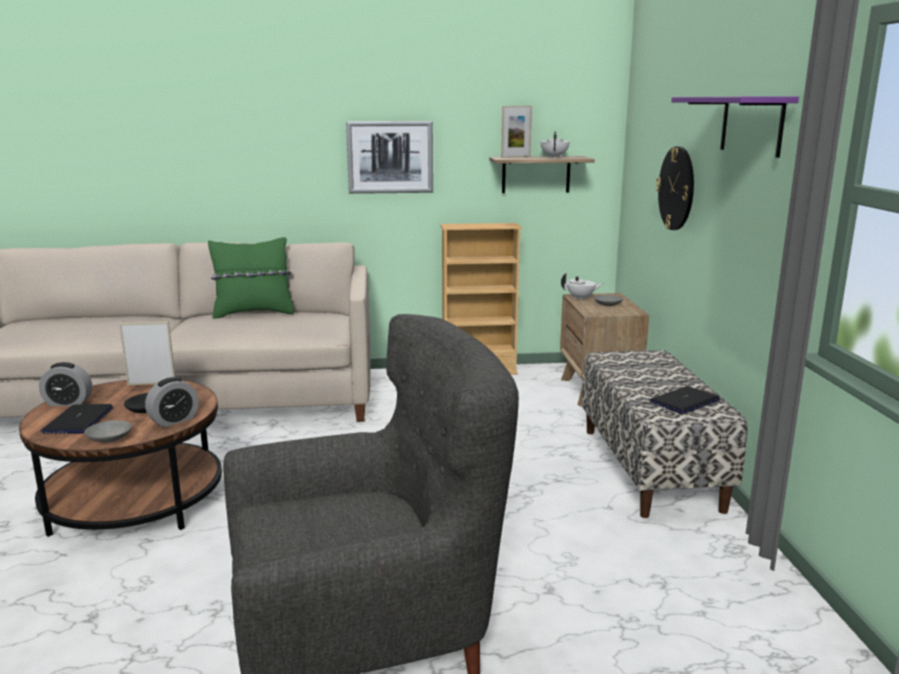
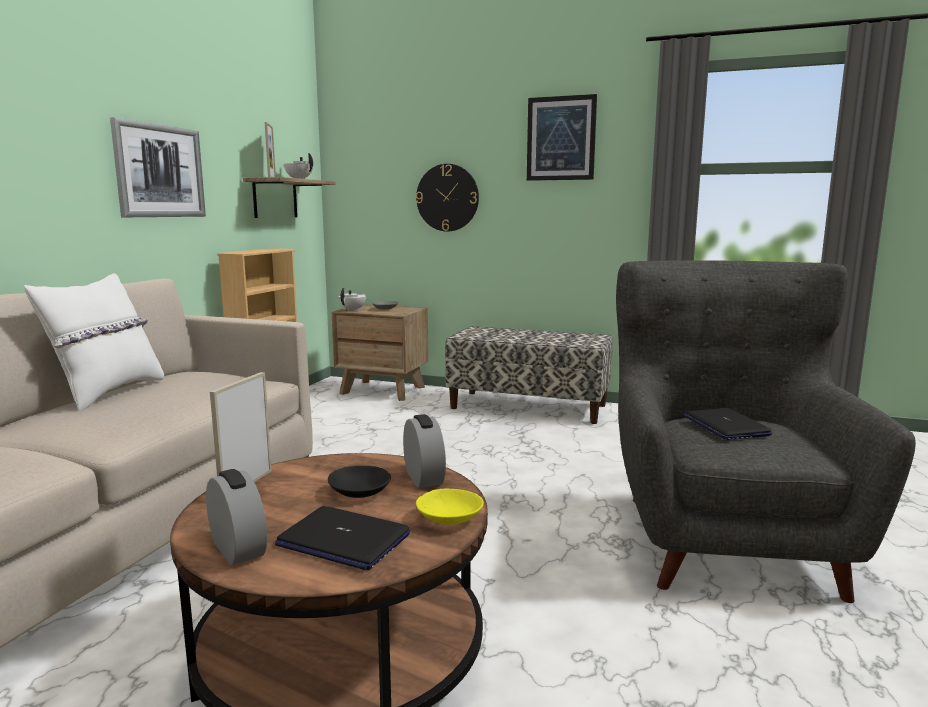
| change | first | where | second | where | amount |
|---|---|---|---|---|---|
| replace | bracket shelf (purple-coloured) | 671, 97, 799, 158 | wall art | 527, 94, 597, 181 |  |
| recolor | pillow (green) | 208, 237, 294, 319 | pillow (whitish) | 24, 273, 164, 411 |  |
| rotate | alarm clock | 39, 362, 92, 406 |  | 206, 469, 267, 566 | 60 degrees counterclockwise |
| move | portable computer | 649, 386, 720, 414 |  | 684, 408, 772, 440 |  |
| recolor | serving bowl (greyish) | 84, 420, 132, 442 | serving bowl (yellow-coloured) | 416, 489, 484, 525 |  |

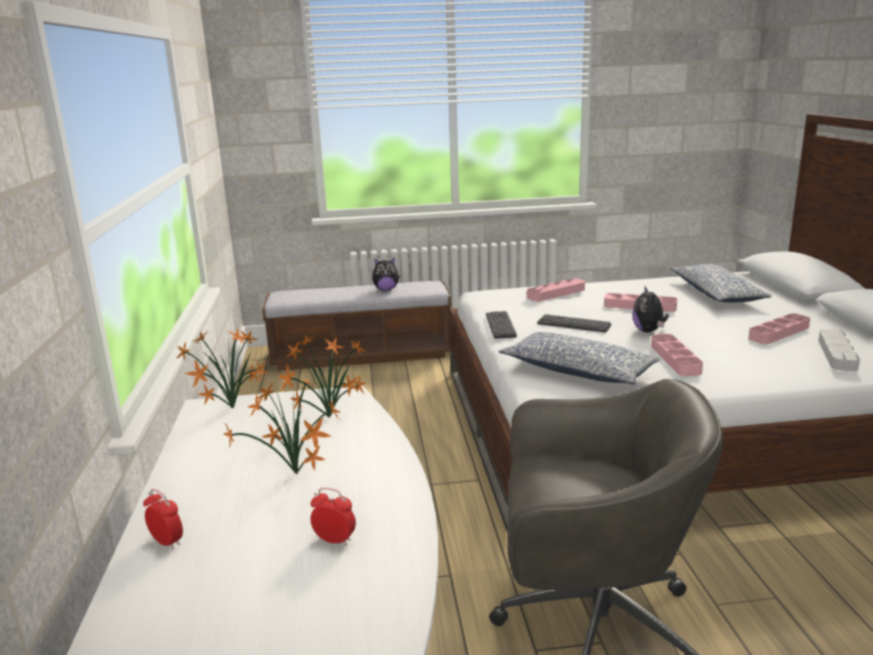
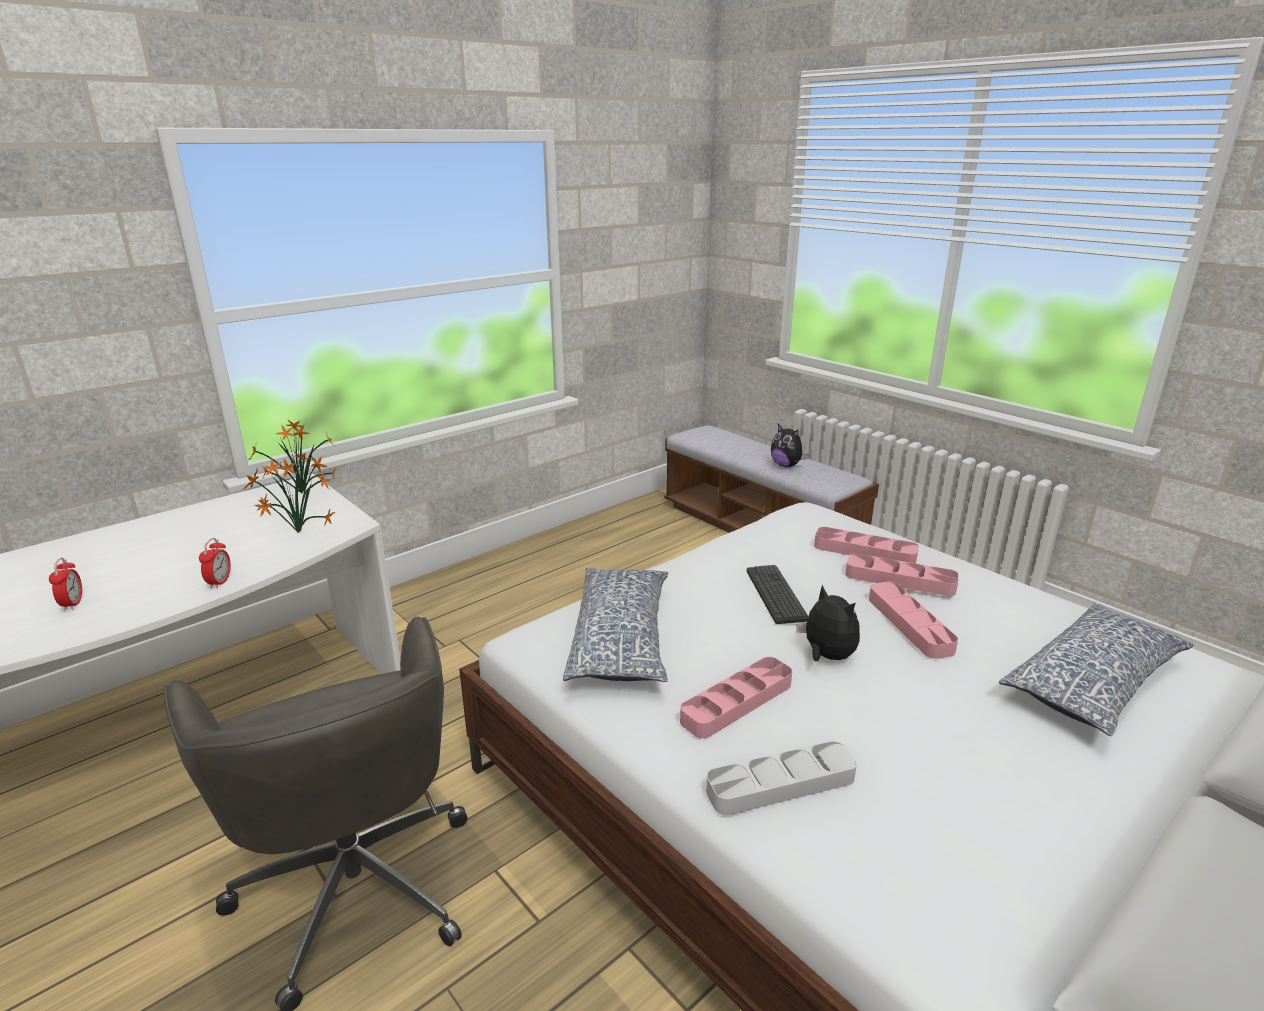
| change | first | where | second | where | amount |
|---|---|---|---|---|---|
| rotate | cuddly toy | 632, 285, 669, 333 |  | 796, 585, 860, 661 | 90 degrees clockwise |
| delete | keyboard | 486, 311, 517, 339 |  |  |  |
| move | serving tray (pink-coloured) | 748, 313, 810, 344 |  | 845, 553, 959, 596 |  |
| move | serving tray (greyish) | 818, 329, 860, 372 |  | 706, 741, 857, 815 |  |
| delete | houseplant | 224, 376, 340, 474 |  |  |  |
| move | alarm clock | 143, 489, 183, 550 |  | 199, 538, 231, 589 |  |

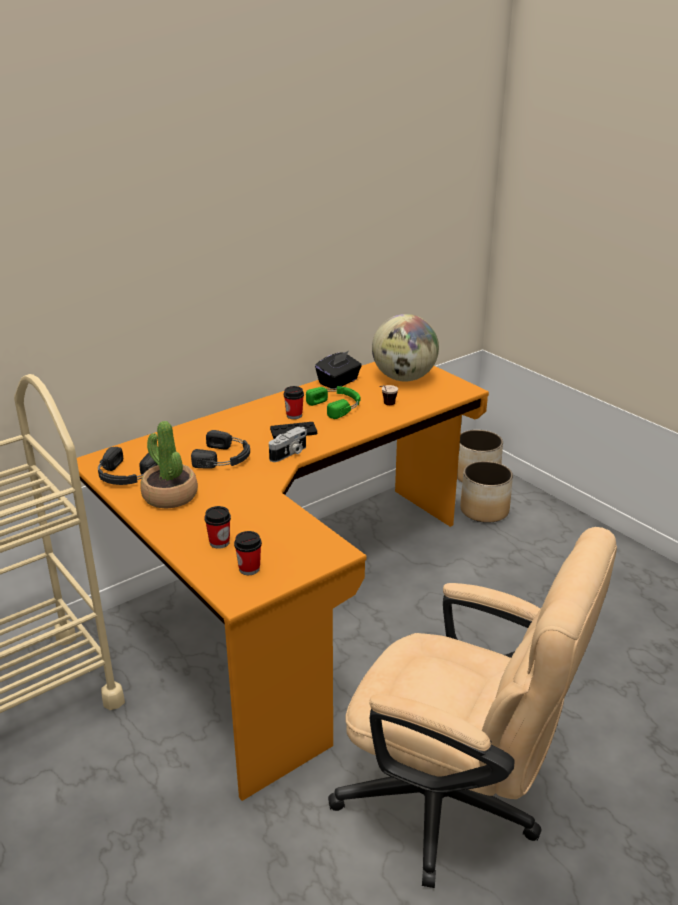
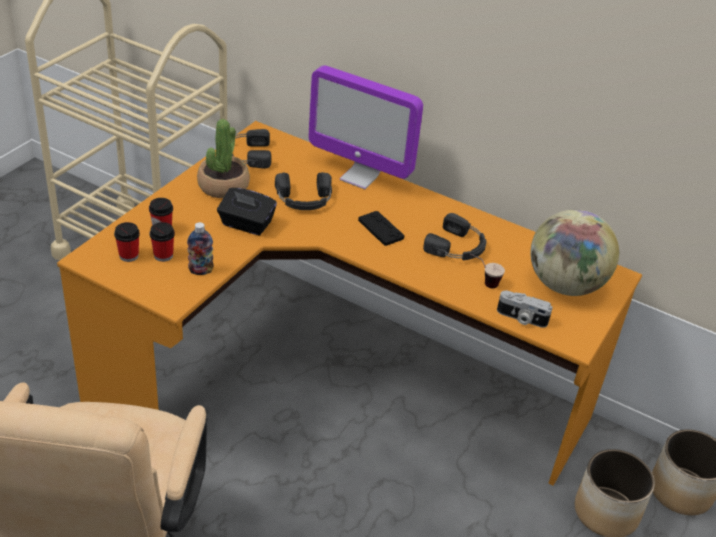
| change | first | where | second | where | amount |
|---|---|---|---|---|---|
| move | tissue holder (black) | 315, 351, 362, 390 |  | 217, 188, 277, 235 |  |
| move | drinking cup | 284, 386, 304, 419 |  | 150, 222, 175, 262 |  |
| recolor | headset (green) | 306, 386, 360, 419 | headset (black) | 423, 213, 486, 260 |  |
| move | still camera | 269, 427, 307, 462 |  | 497, 291, 553, 328 |  |
| insert |  |  | computer display | 309, 65, 423, 189 |  |
| insert |  |  | beverage bottle | 187, 222, 214, 275 |  |

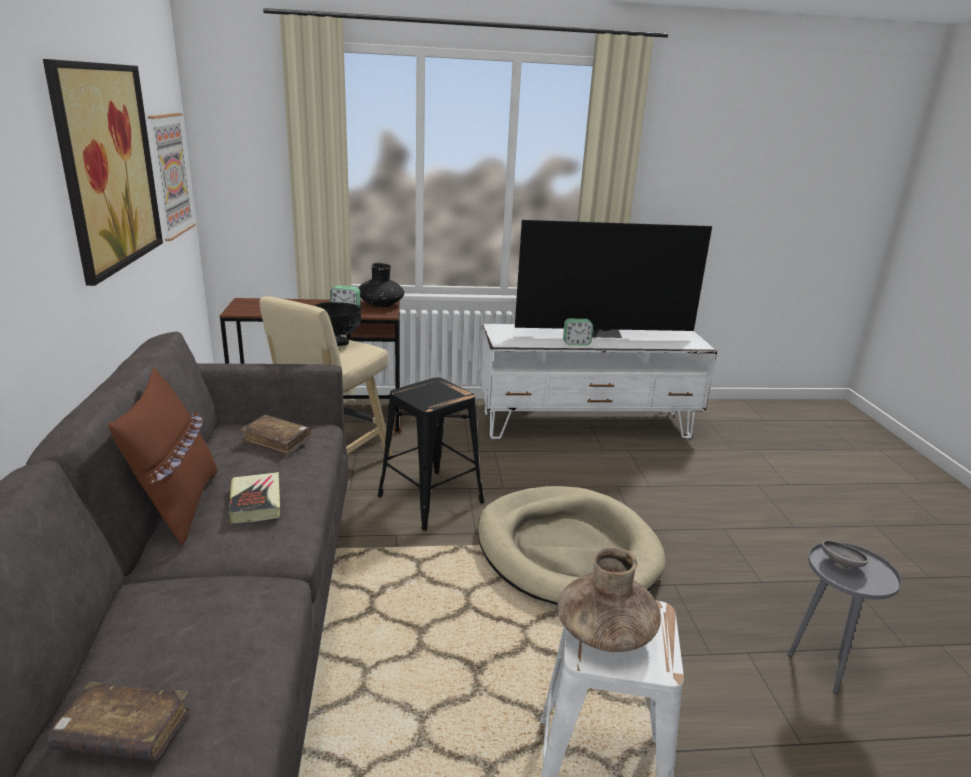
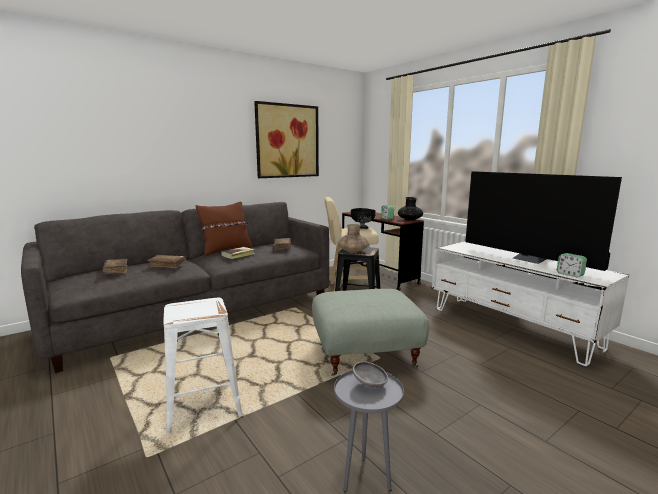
| change | first | where | second | where | amount |
|---|---|---|---|---|---|
| delete | wall art | 148, 113, 196, 241 |  |  |  |
| move | alarm clock | 563, 318, 593, 345 |  | 557, 253, 587, 277 |  |
| replace | dog cushion (sand-coloured) | 478, 486, 666, 605 | ottoman (greyish) | 312, 289, 429, 376 |  |
| move | vase (brownish) | 557, 547, 661, 652 |  | 338, 224, 369, 253 |  |
| insert |  |  | book (brownish) | 147, 255, 186, 269 |  |

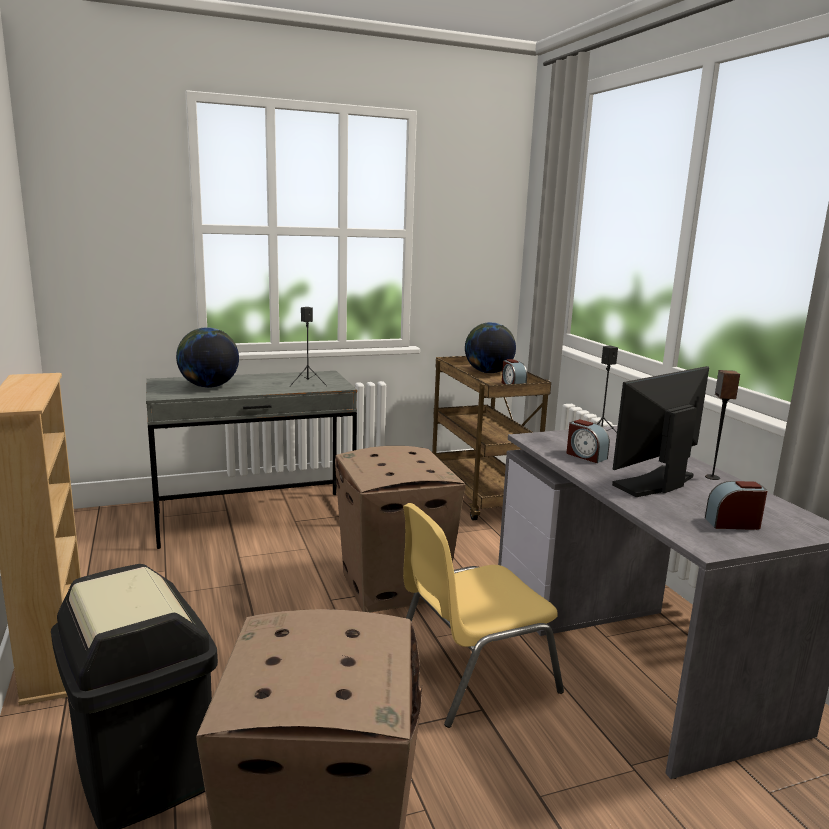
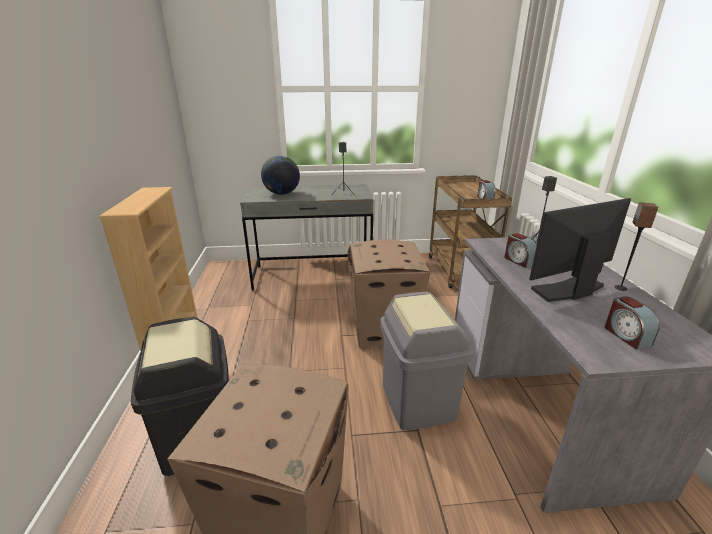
| change | first | where | second | where | amount |
|---|---|---|---|---|---|
| delete | desk globe | 465, 322, 516, 373 |  |  |  |
| rotate | alarm clock | 705, 481, 767, 530 |  | 605, 296, 660, 349 | 120 degrees counterclockwise |
| replace | chair (yellow-coloured) | 403, 503, 564, 728 | rubbish bin (greyish) | 380, 292, 474, 430 |  |

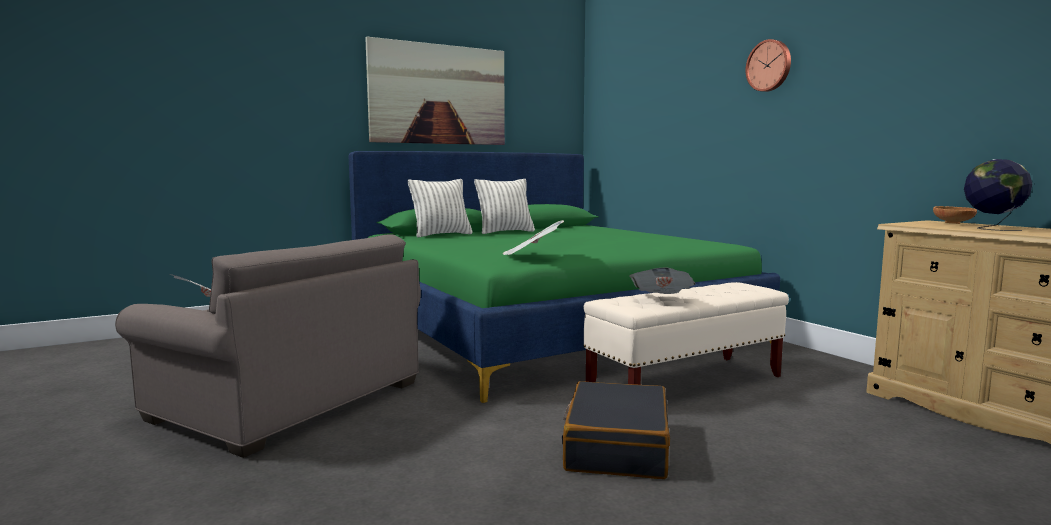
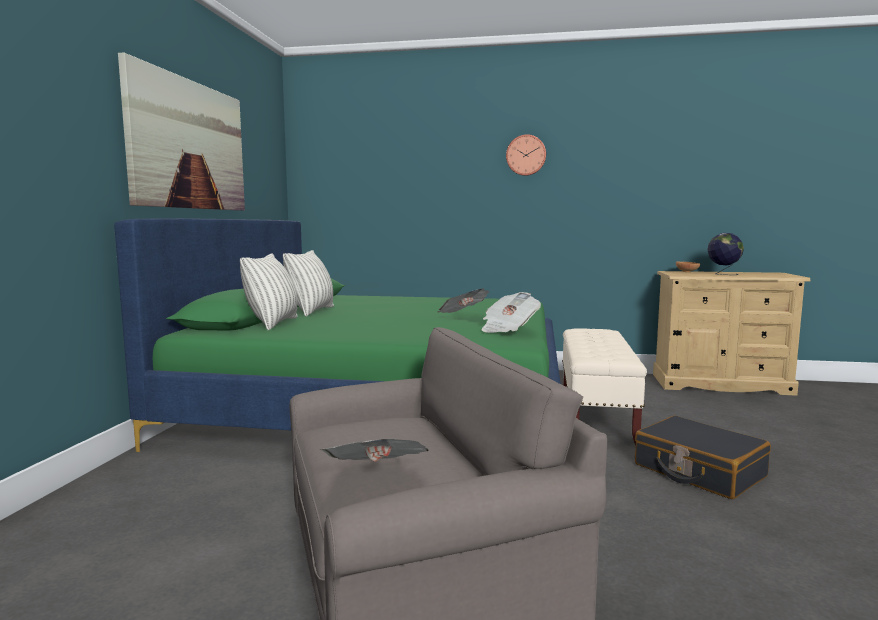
| change | first | where | second | where | amount |
|---|---|---|---|---|---|
| move | printed paper | 630, 268, 696, 294 |  | 437, 288, 489, 313 |  |

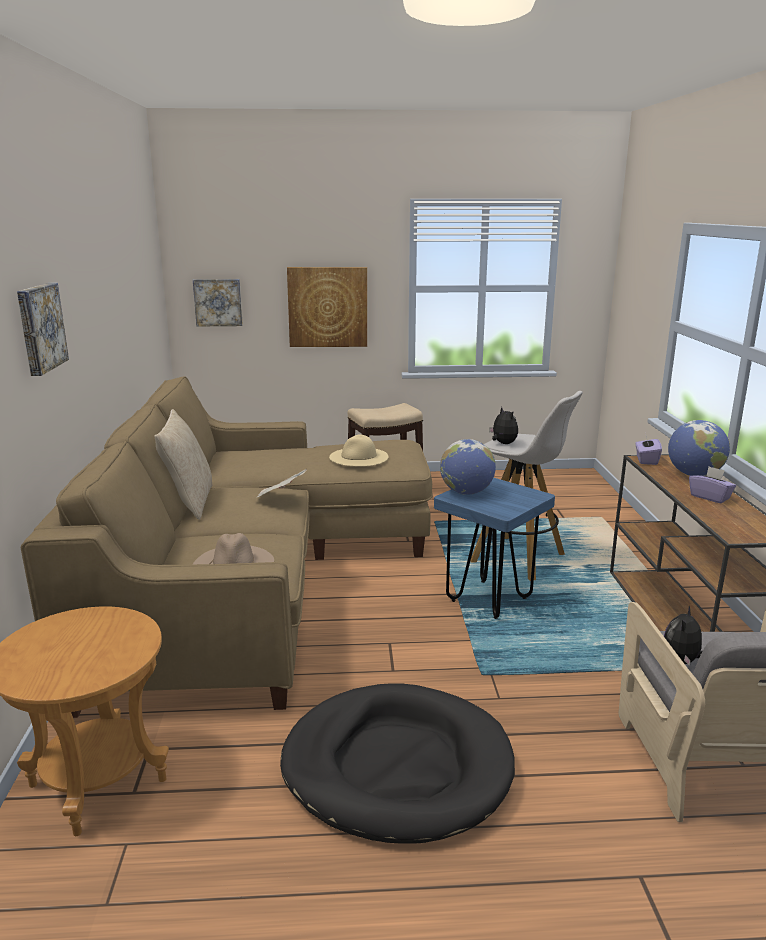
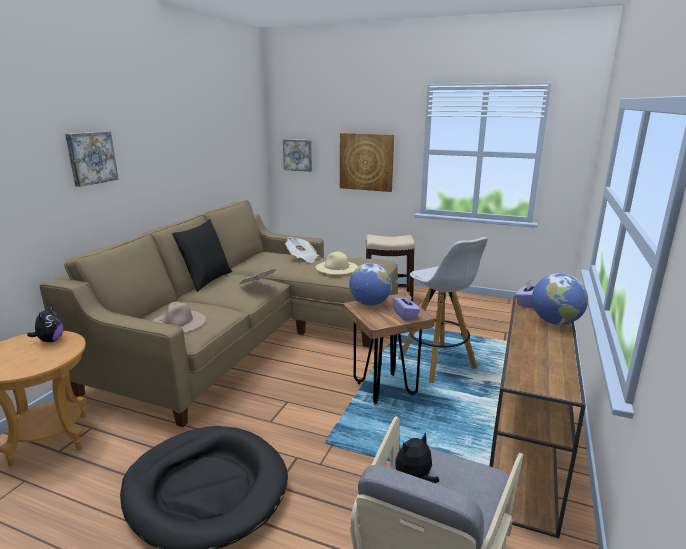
| change | first | where | second | where | amount |
|---|---|---|---|---|---|
| move | cuddly toy | 489, 407, 518, 444 |  | 27, 305, 64, 342 |  |
| recolor | pillow (sand-coloured) | 154, 409, 213, 520 | pillow (black) | 172, 219, 232, 292 |  |
| move | tissue holder (purple-coloured) | 689, 466, 736, 503 |  | 393, 293, 420, 321 |  |
| recolor | stool (blue-coloured) | 434, 478, 555, 619 | stool (brownish) | 343, 294, 435, 405 |  |
| insert |  |  | printed paper | 285, 237, 319, 263 |  |

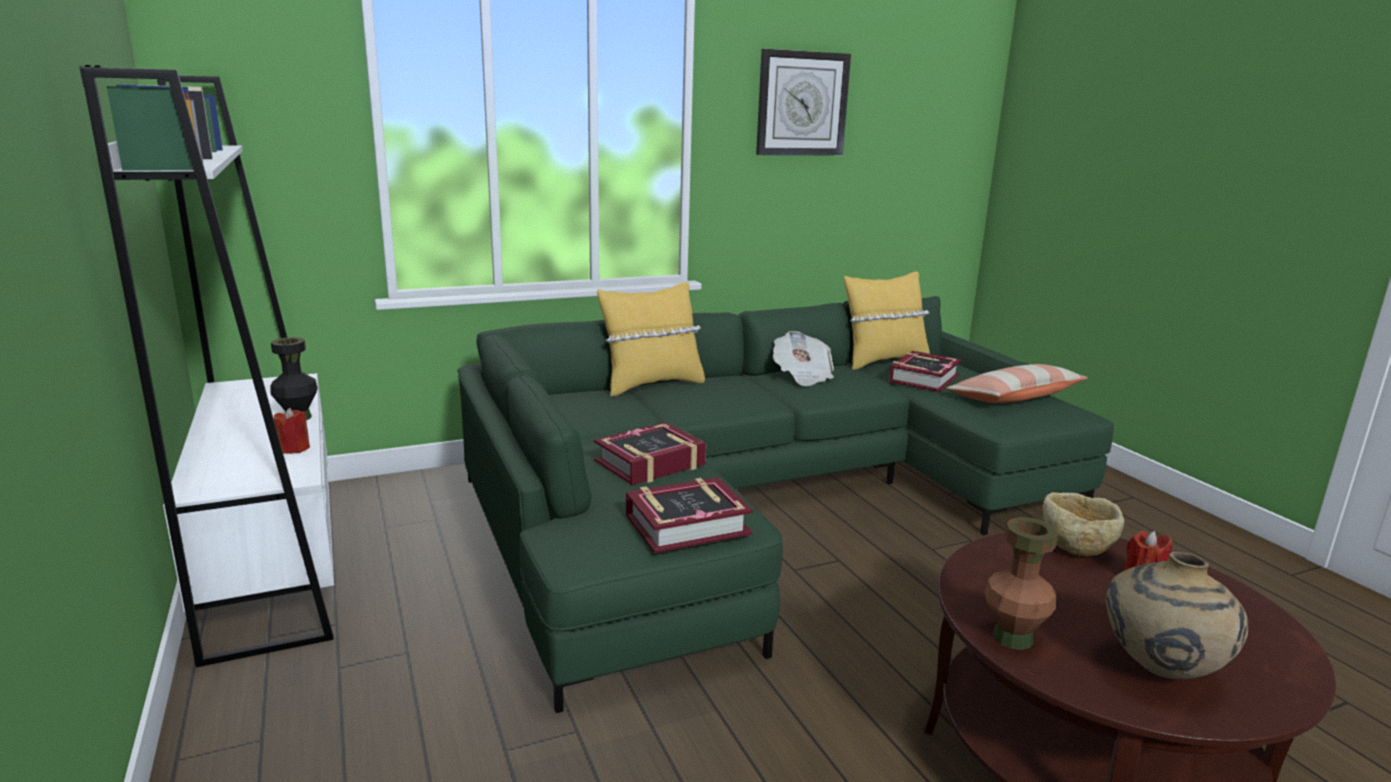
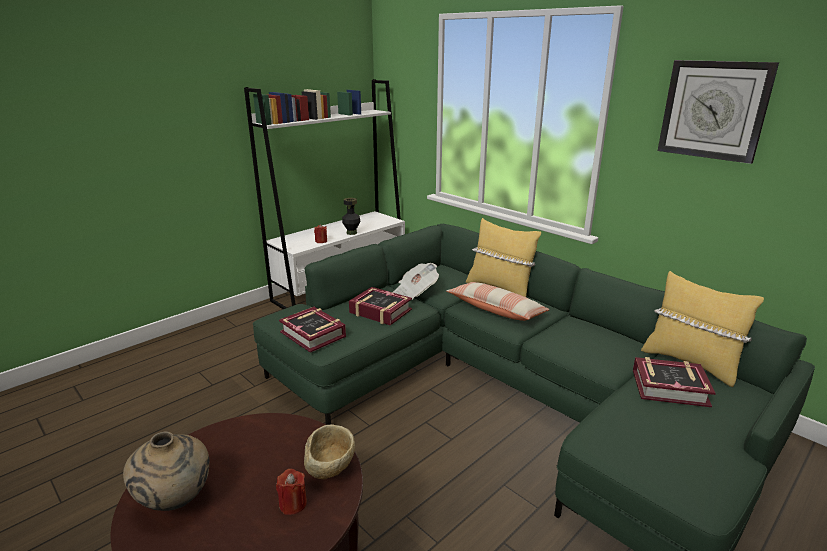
| change | first | where | second | where | amount |
|---|---|---|---|---|---|
| move | printed paper | 772, 331, 834, 386 |  | 393, 263, 439, 300 |  |
| move | pillow | 946, 364, 1088, 403 |  | 447, 282, 549, 321 |  |
| delete | vase (brownish) | 984, 517, 1058, 650 |  |  |  |

